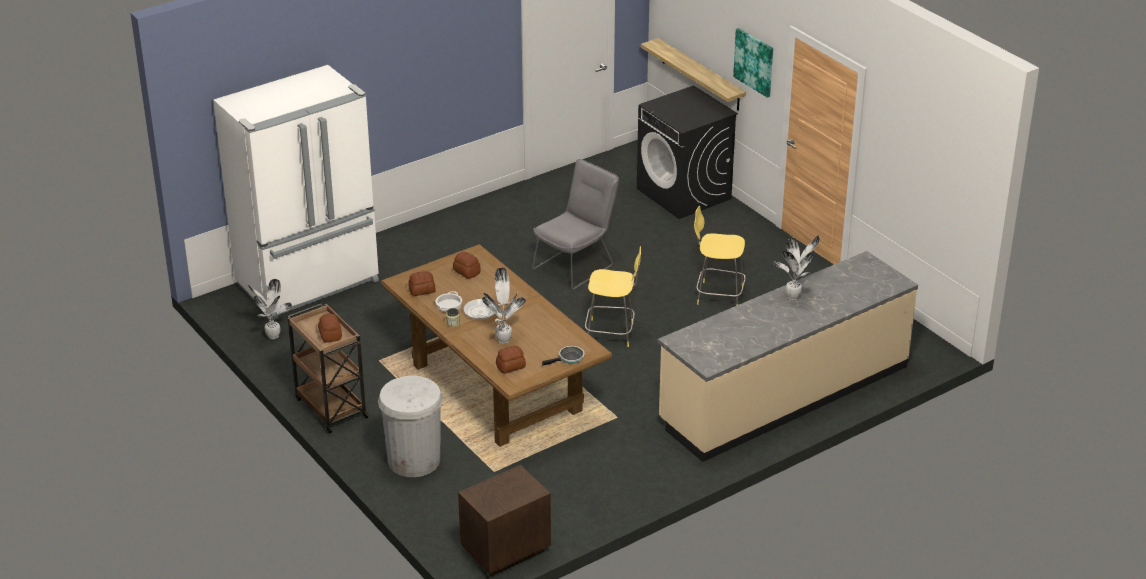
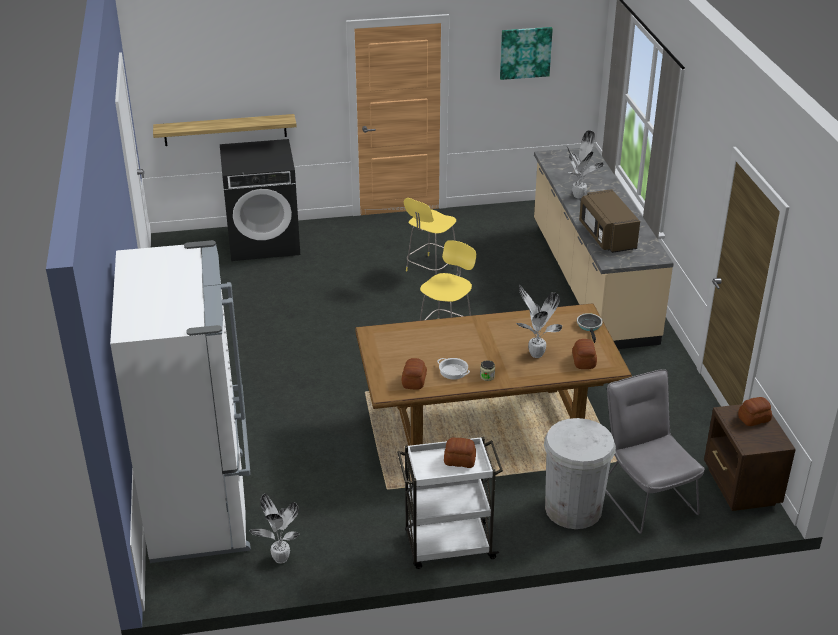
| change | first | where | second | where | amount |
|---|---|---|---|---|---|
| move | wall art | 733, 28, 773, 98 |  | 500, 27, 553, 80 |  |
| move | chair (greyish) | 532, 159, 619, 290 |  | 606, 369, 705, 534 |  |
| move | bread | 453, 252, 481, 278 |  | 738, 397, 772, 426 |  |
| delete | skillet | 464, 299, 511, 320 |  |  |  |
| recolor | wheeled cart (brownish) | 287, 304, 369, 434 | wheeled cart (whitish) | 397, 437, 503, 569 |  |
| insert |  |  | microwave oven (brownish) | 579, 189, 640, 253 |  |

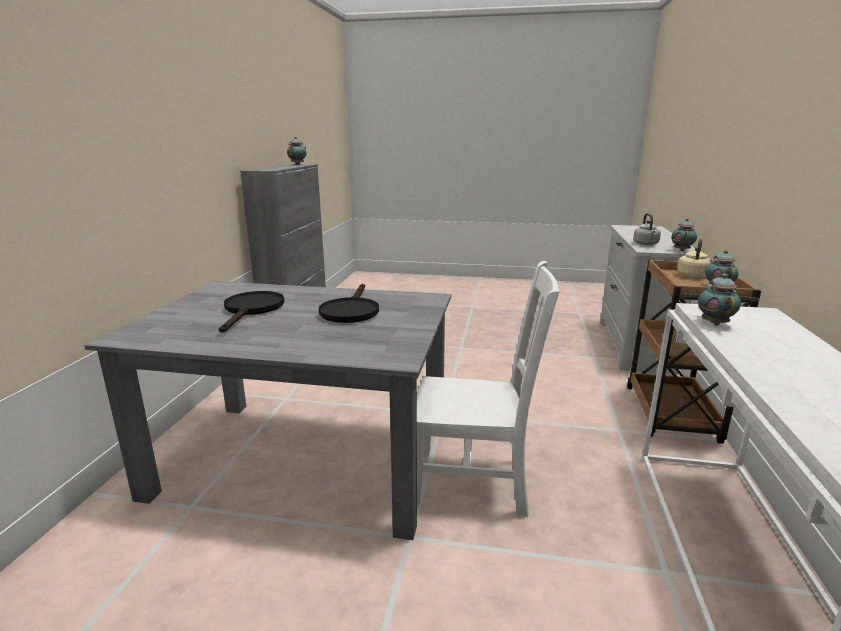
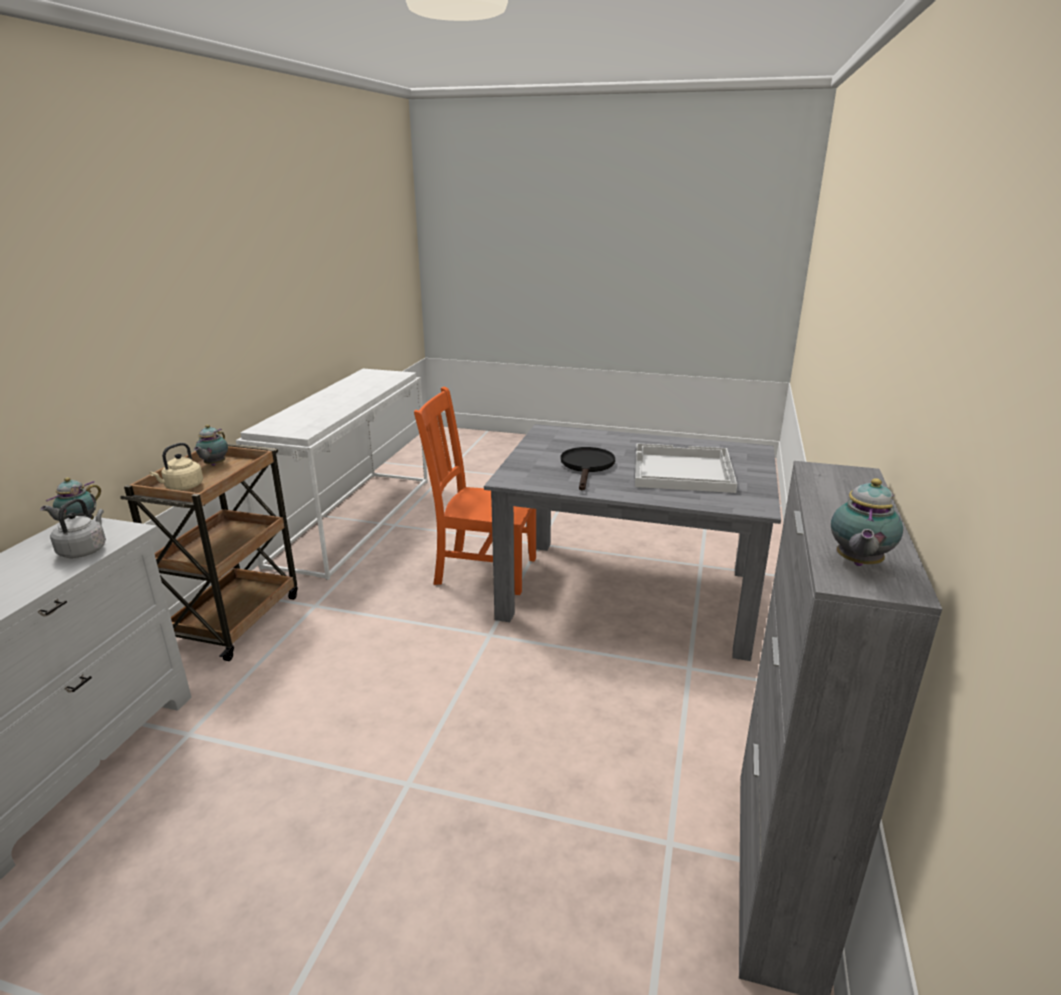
| change | first | where | second | where | amount |
|---|---|---|---|---|---|
| recolor | chair (whitish) | 417, 261, 560, 517 | chair (orangey) | 414, 386, 536, 595 |  |
| delete | pot for tea | 698, 274, 741, 326 |  |  |  |
| replace | skillet (black) | 219, 291, 285, 333 | serving tray (whitish) | 635, 444, 737, 493 |  |

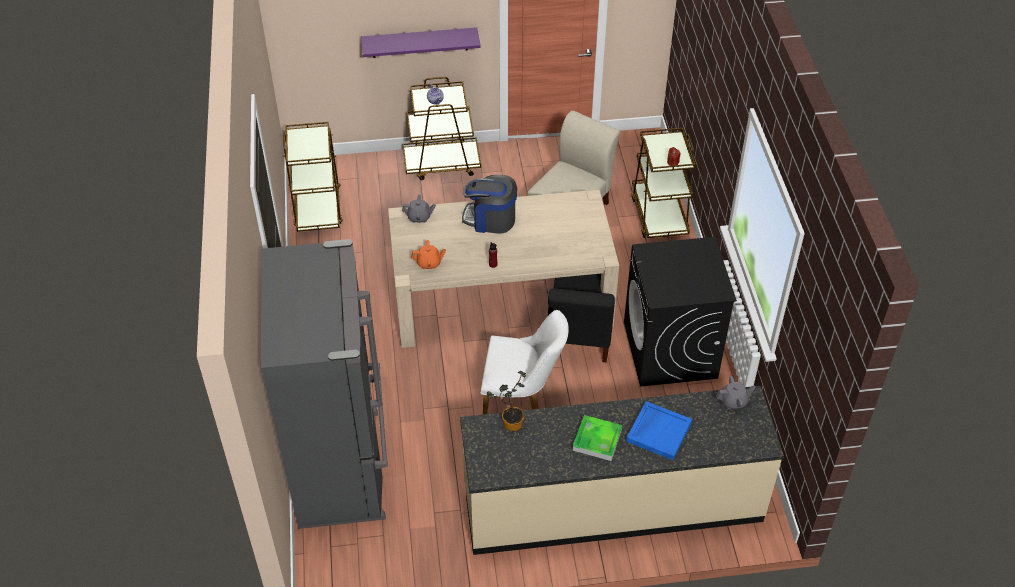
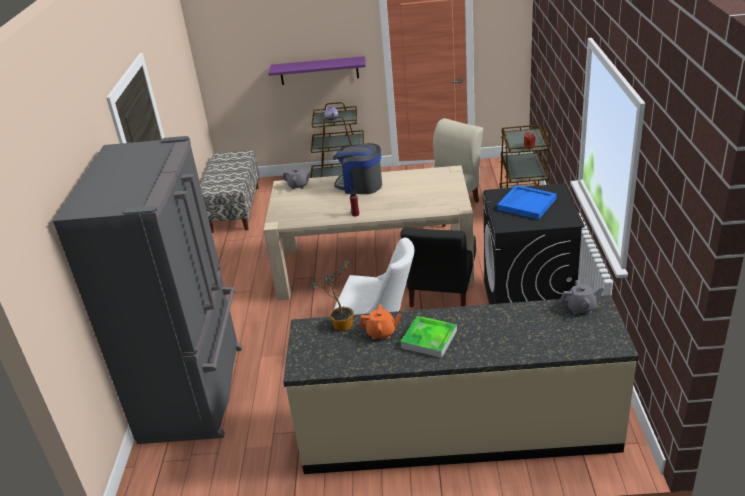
| change | first | where | second | where | amount |
|---|---|---|---|---|---|
| replace | wheeled cart (brownish) | 283, 122, 343, 232 | indoor bench | 201, 150, 259, 233 |  |
| move | pot for tea (orangey) | 411, 240, 446, 269 |  | 359, 304, 401, 339 |  |
| move | serving tray (blue-coloured) | 626, 401, 692, 460 |  | 497, 185, 557, 219 |  |

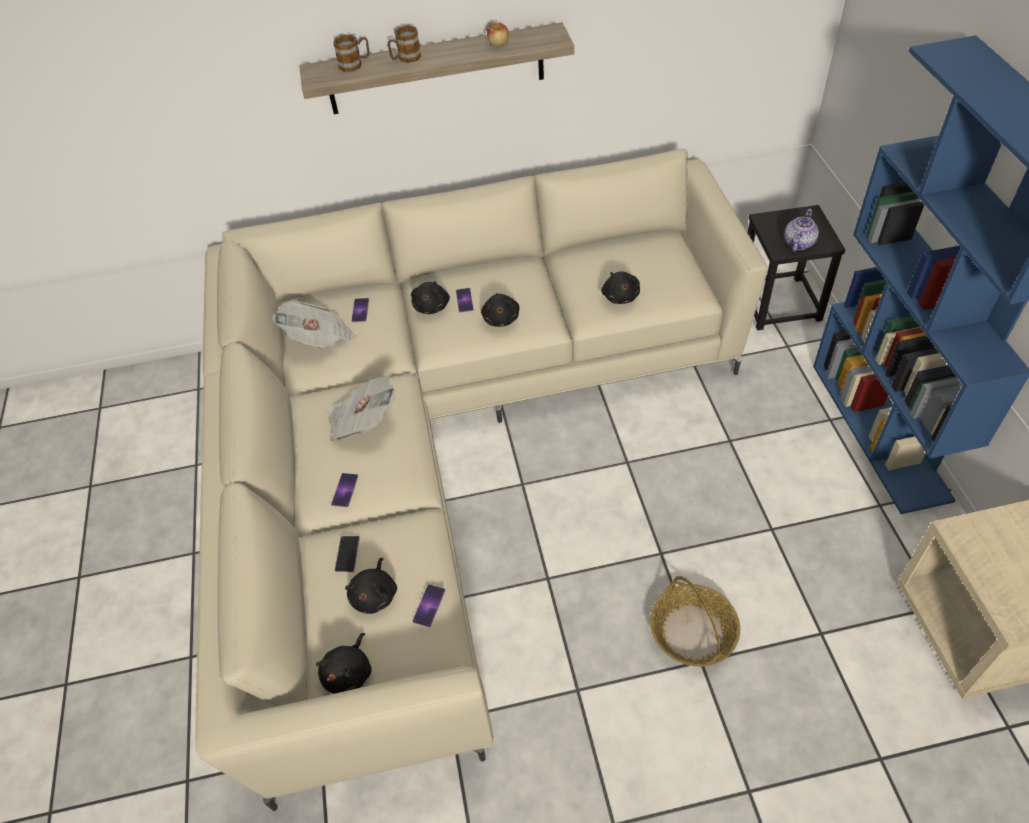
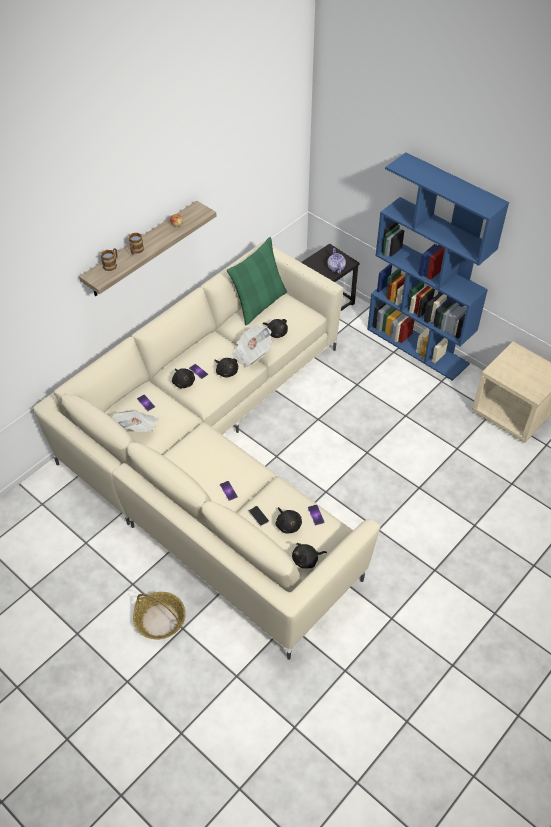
| change | first | where | second | where | amount |
|---|---|---|---|---|---|
| move | printed paper | 327, 376, 395, 441 |  | 230, 325, 273, 367 |  |
| move | household basket | 650, 576, 740, 667 |  | 133, 592, 186, 639 |  |
| rotate | cuddly toy (black) | 316, 633, 372, 694 |  | 292, 543, 327, 569 | 90 degrees clockwise |
| insert |  |  | pillow (green) | 227, 237, 287, 325 |  |

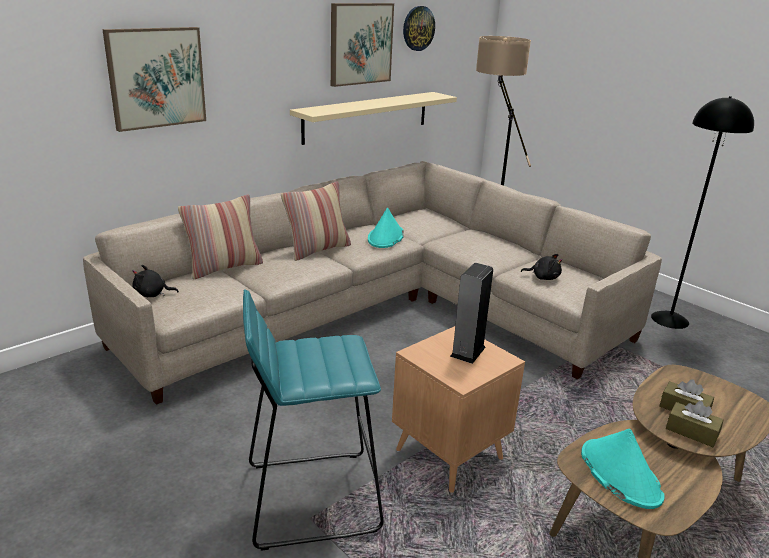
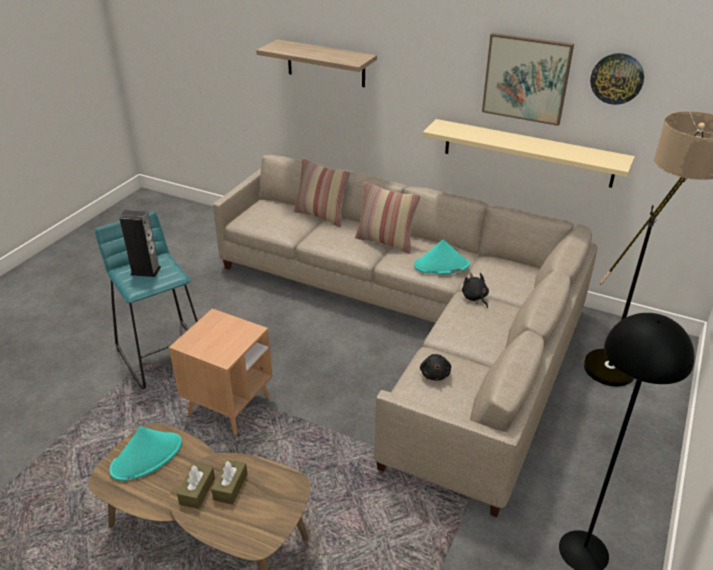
| change | first | where | second | where | amount |
|---|---|---|---|---|---|
| replace | wall art | 102, 27, 206, 132 | bracket shelf | 256, 40, 377, 87 |  |
| move | speaker | 450, 263, 493, 364 |  | 119, 210, 161, 277 |  |
| move | cuddly toy (black) | 132, 265, 179, 297 |  | 462, 273, 489, 308 |  |

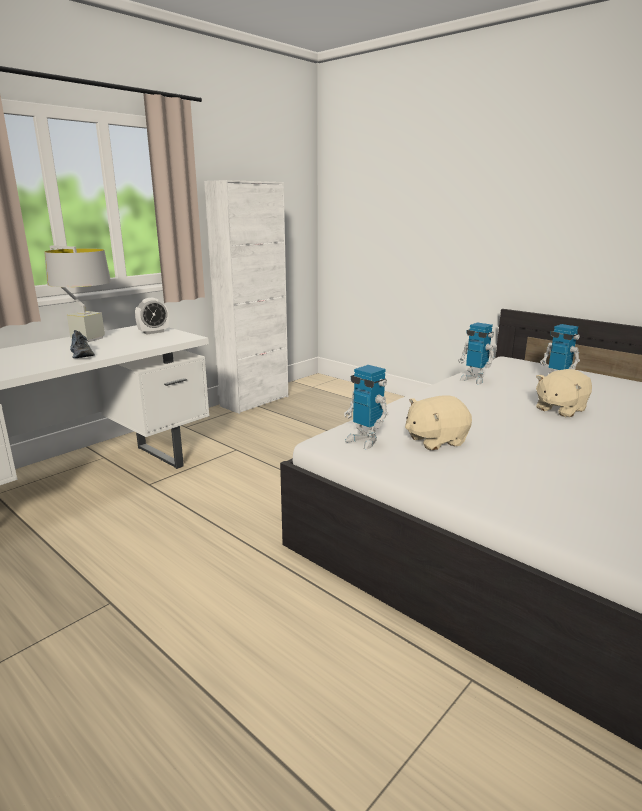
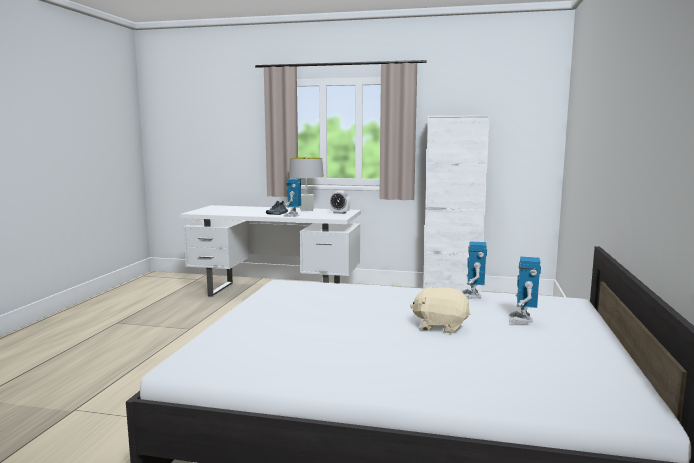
| change | first | where | second | where | amount |
|---|---|---|---|---|---|
| move | robot figure | 344, 365, 388, 449 |  | 283, 178, 301, 217 |  |
| delete | cuddly toy (sand-coloured) | 405, 395, 472, 450 |  |  |  |

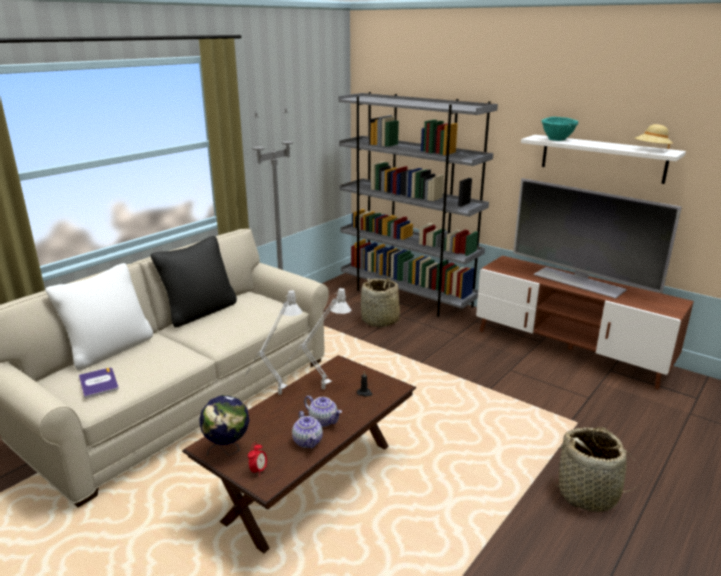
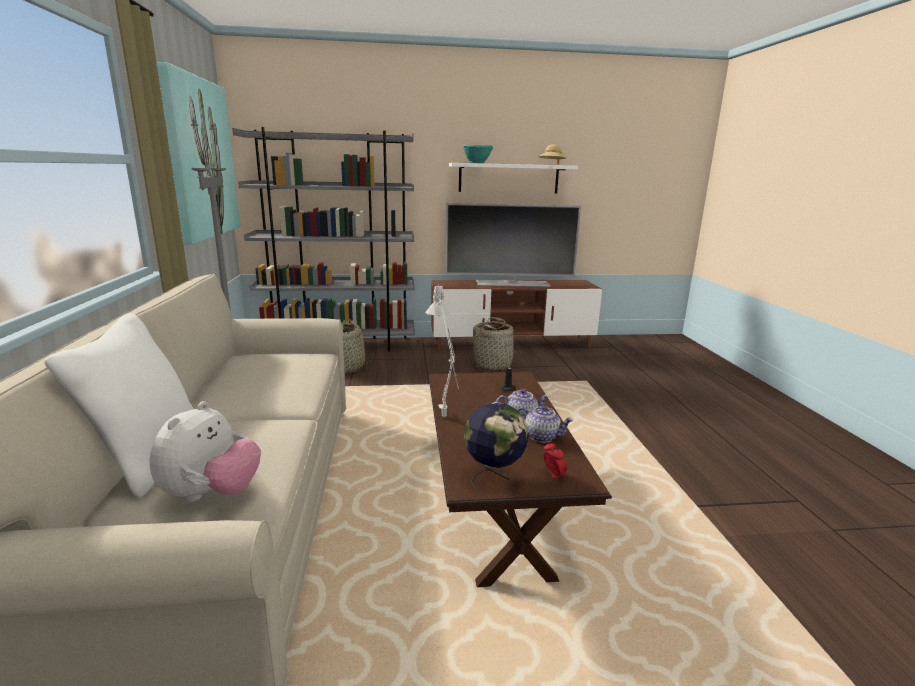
| change | first | where | second | where | amount |
|---|---|---|---|---|---|
| delete | pillow (black) | 150, 236, 237, 328 |  |  |  |
| delete | tabletop lamp (greyish) | 284, 288, 351, 389 |  |  |  |
| replace | book | 79, 368, 119, 399 | cuddly toy | 149, 401, 261, 502 |  |
| move | household basket | 550, 427, 640, 512 |  | 472, 317, 516, 371 |  |
| insert |  |  | wall art | 157, 62, 240, 245 |  |

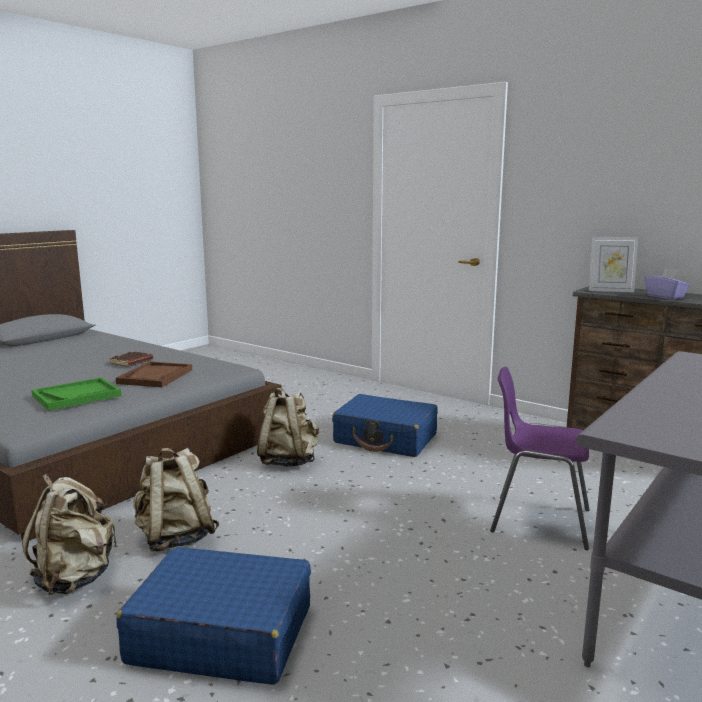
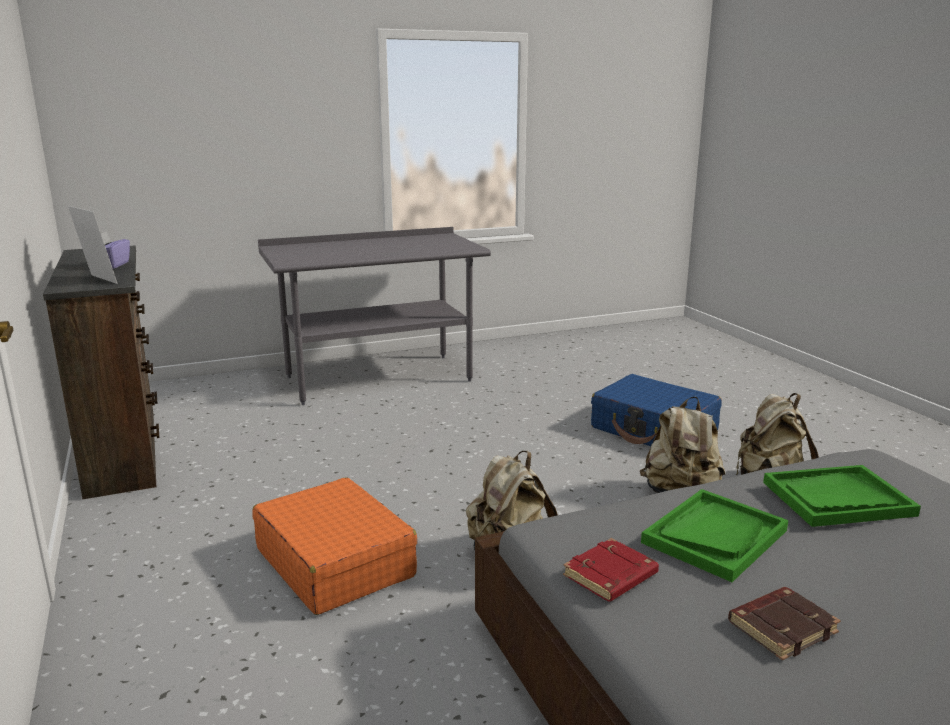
| change | first | where | second | where | amount |
|---|---|---|---|---|---|
| recolor | serving tray (brownish) | 116, 361, 192, 387 | serving tray (green) | 641, 489, 788, 582 |  |
| delete | chair (purple-coloured) | 490, 367, 590, 550 |  |  |  |
| recolor | suitcase (blue-coloured) | 332, 394, 438, 457 | suitcase (orangey) | 253, 477, 418, 615 |  |
| insert |  |  | book (red) | 563, 538, 659, 602 |  |

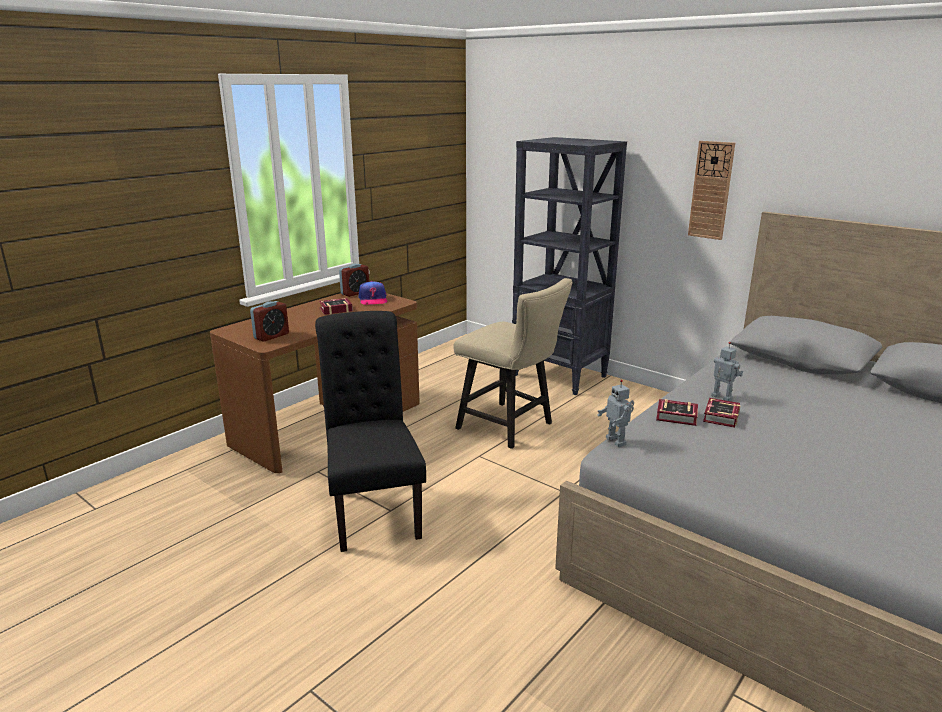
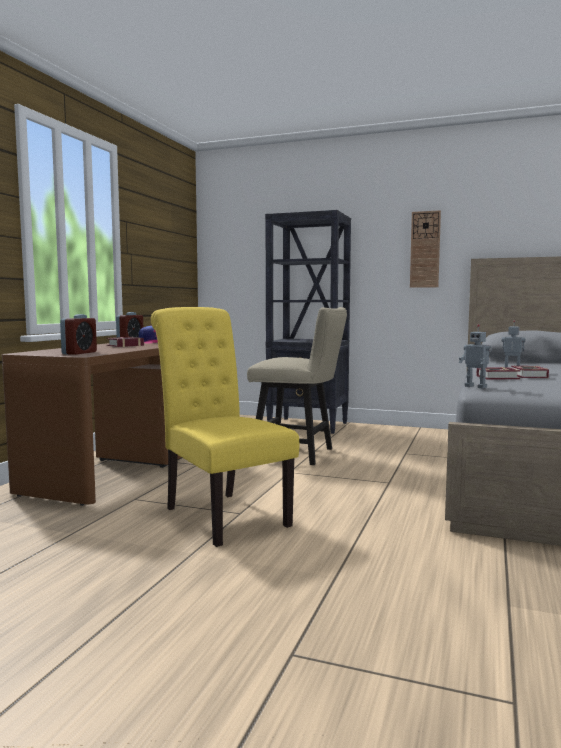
| change | first | where | second | where | amount |
|---|---|---|---|---|---|
| recolor | chair (black) | 315, 311, 426, 552 | chair (yellow-coloured) | 151, 307, 299, 547 |  |

